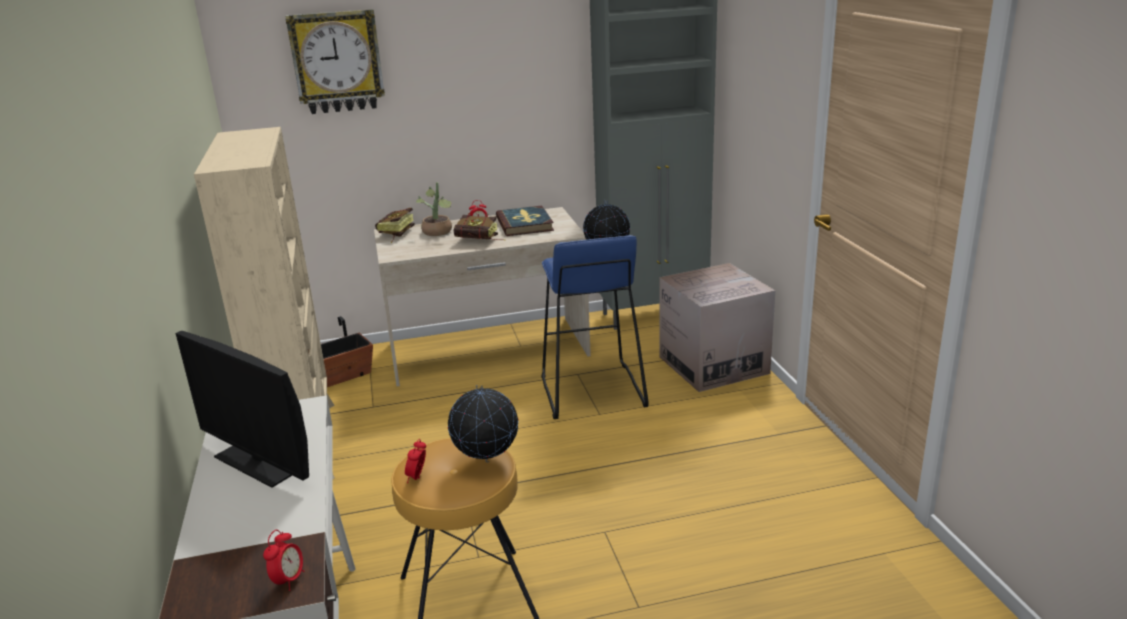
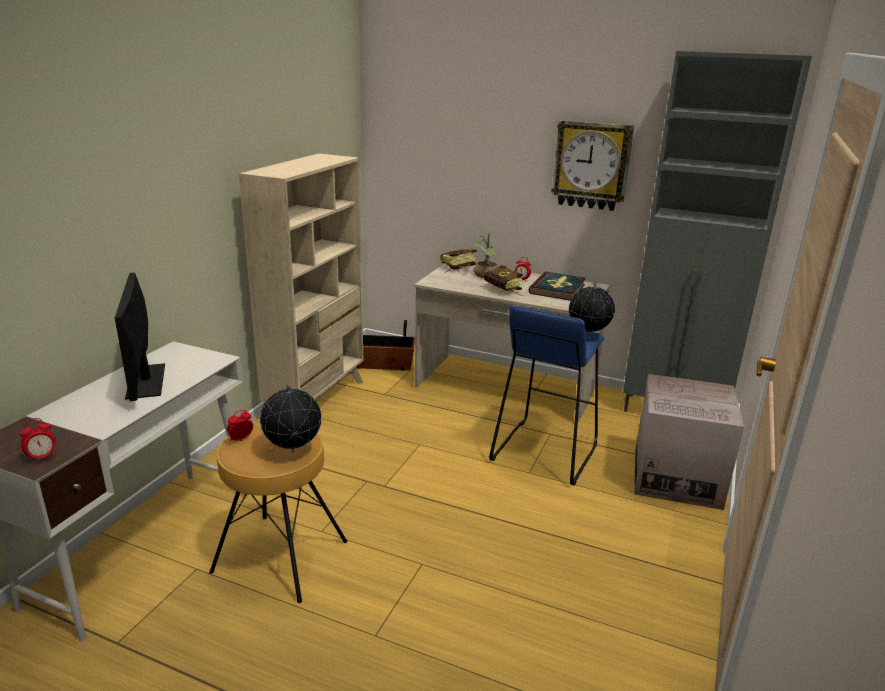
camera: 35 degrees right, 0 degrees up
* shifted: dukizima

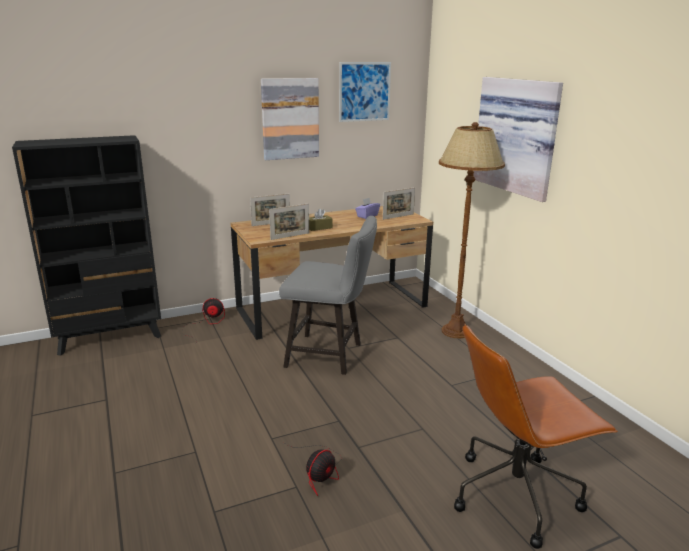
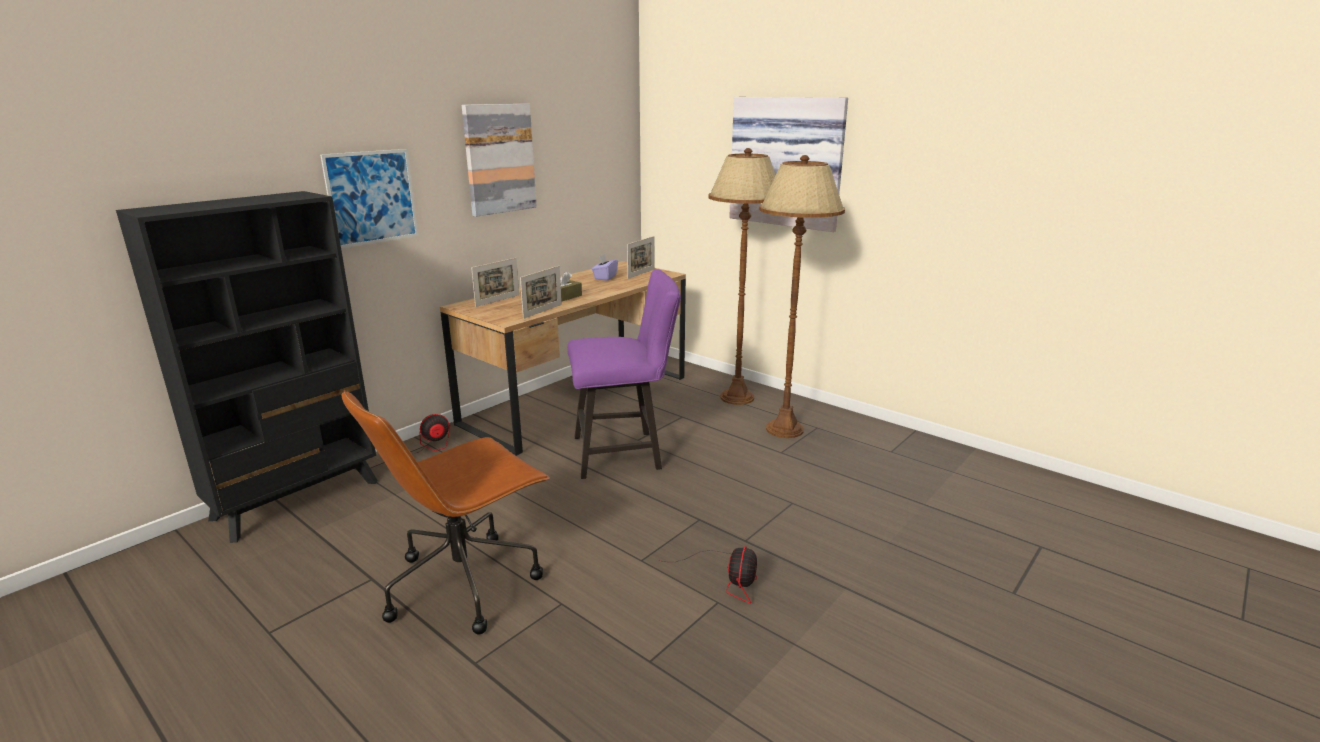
camera: 25 degrees left, 0 degrees up
* shifted: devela (no. 2 from left in the first image) to devela (no. 1 from left)
* shifted: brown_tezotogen
* repainted: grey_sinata to purple_sinata
* new: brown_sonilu (no. 2 from left)

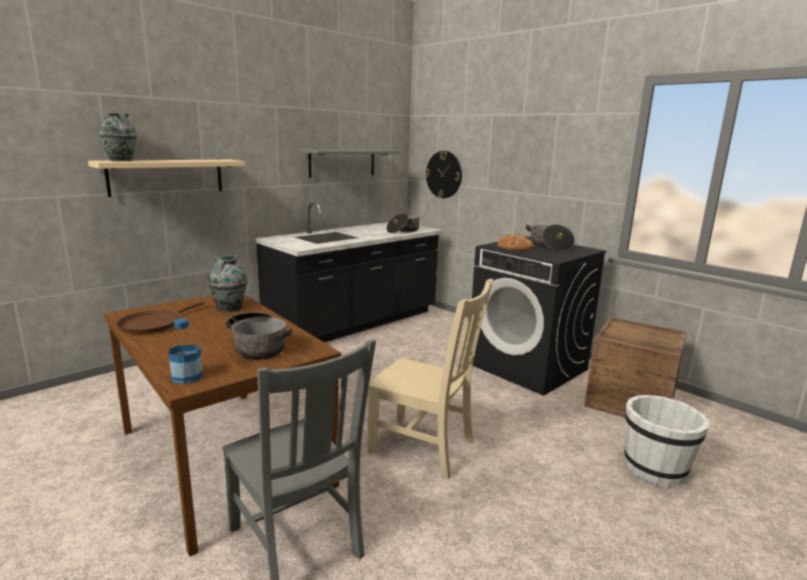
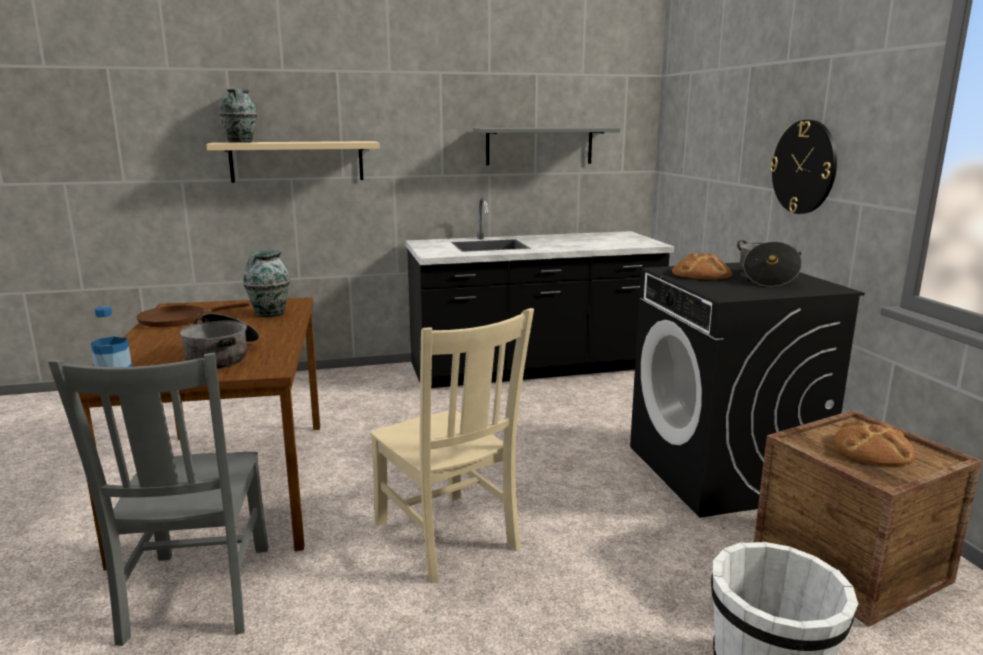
camera: 30 degrees right, 0 degrees up
* shifted: dukizima
* new: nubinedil (no. 2 from left)
* gone: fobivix (no. 2 from left)

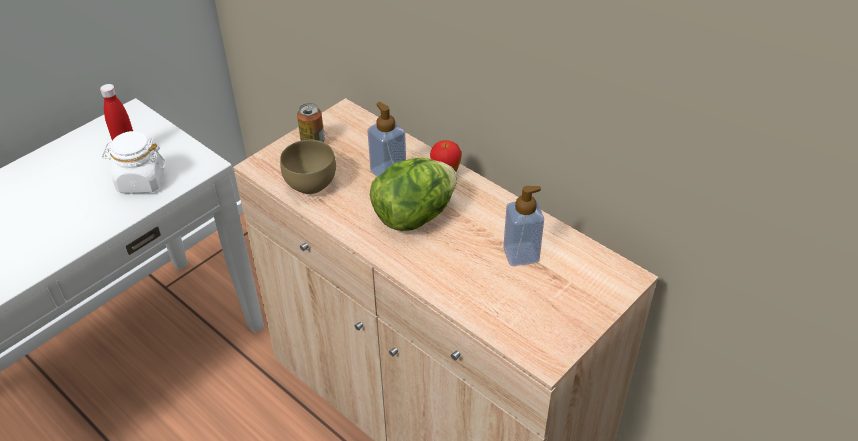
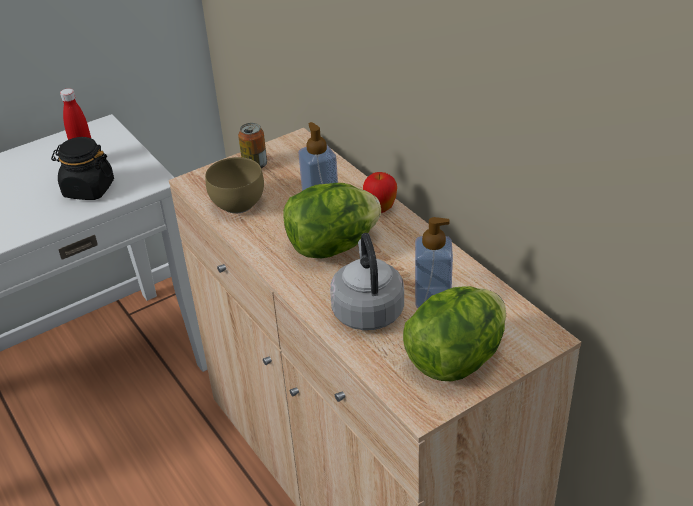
camera: 15 degrees right, 5 degrees down
* repainted: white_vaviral to black_vaviral
* new: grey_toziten
* new: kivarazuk (no. 2 from left)

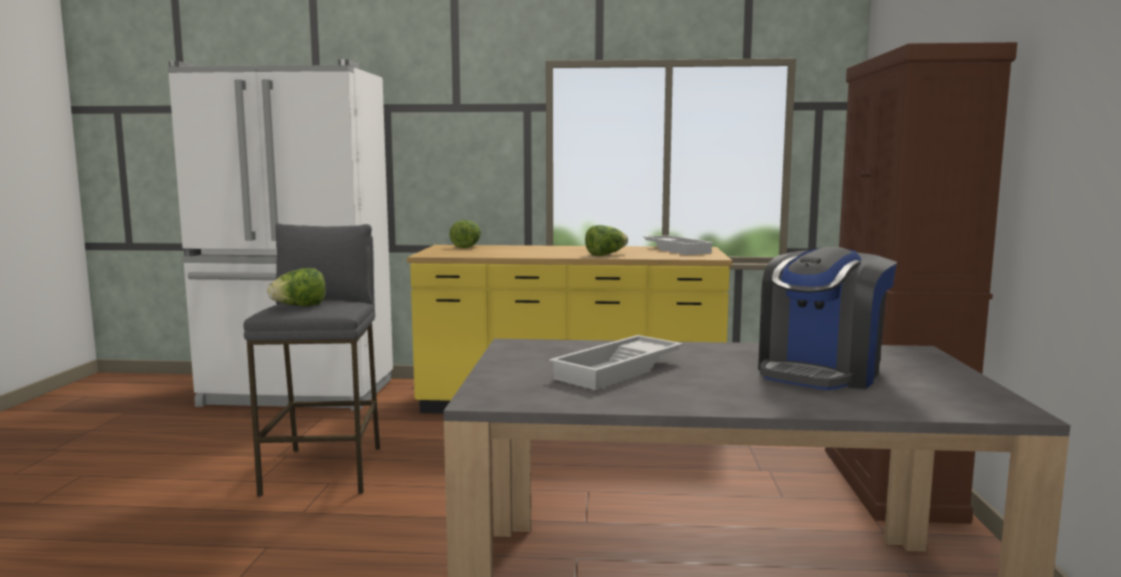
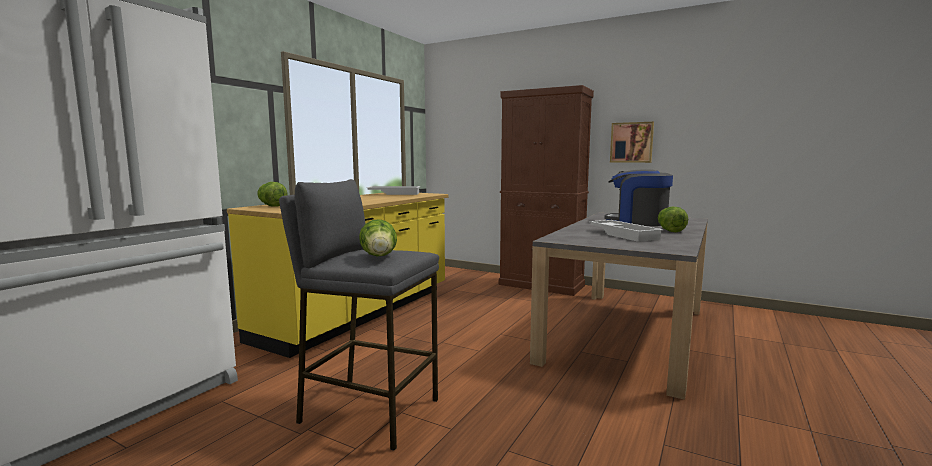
camera: 65 degrees left, 0 degrees up
* rotated: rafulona 150 degrees clockwise
* new: devela
* shifted: kivarazuk (no. 3 from left)

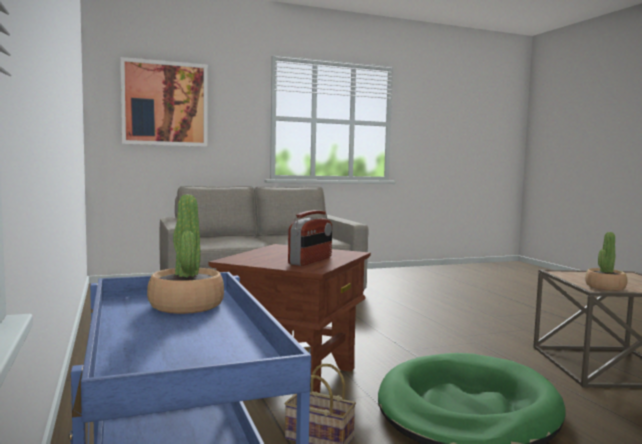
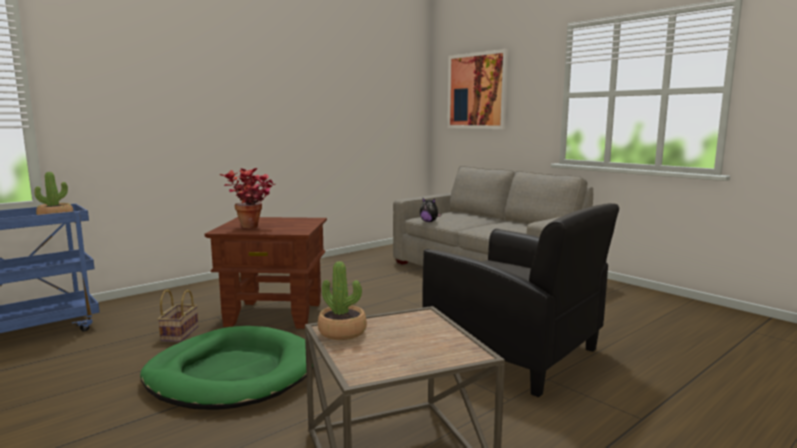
camera: 70 degrees right, 5 degrees up
* swapped: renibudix to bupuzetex (no. 2 from left)
* new: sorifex
* new: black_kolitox

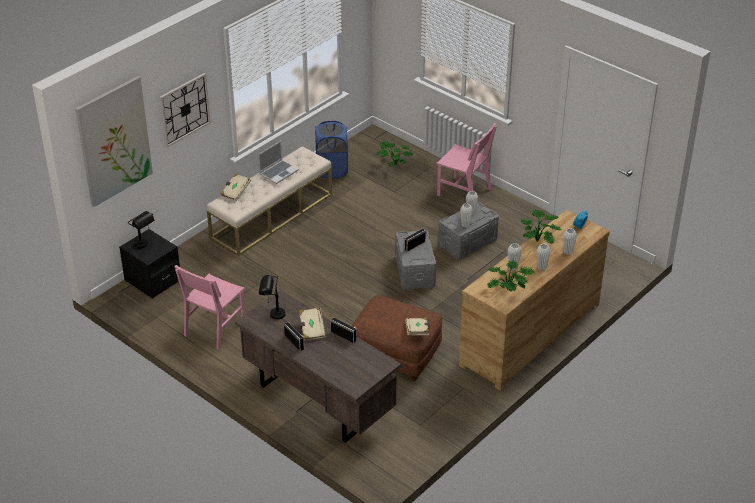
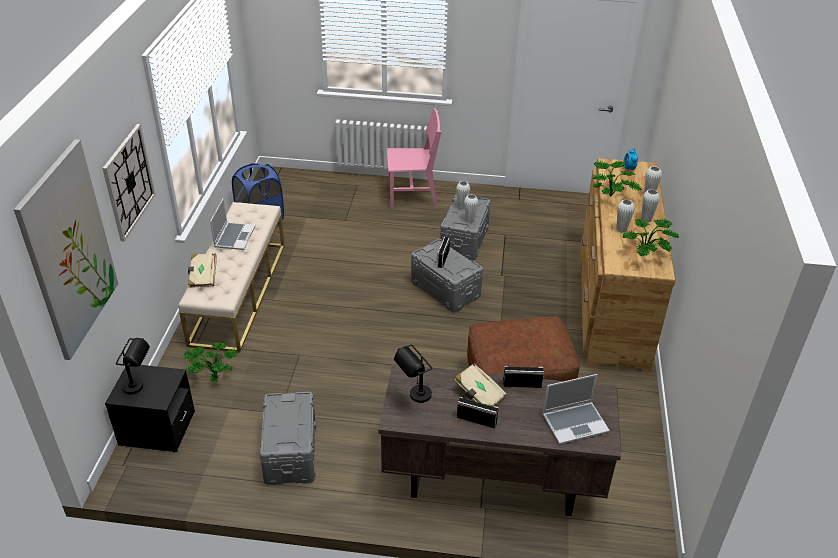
camera: 35 degrees left, 0 degrees up
* shifted: bupuzetex (no. 1 from left)
* swapped: pink_sinata (no. 1 from left) to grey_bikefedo (no. 1 from left)
* new: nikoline (no. 2 from left)
* gone: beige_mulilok (no. 3 from left)

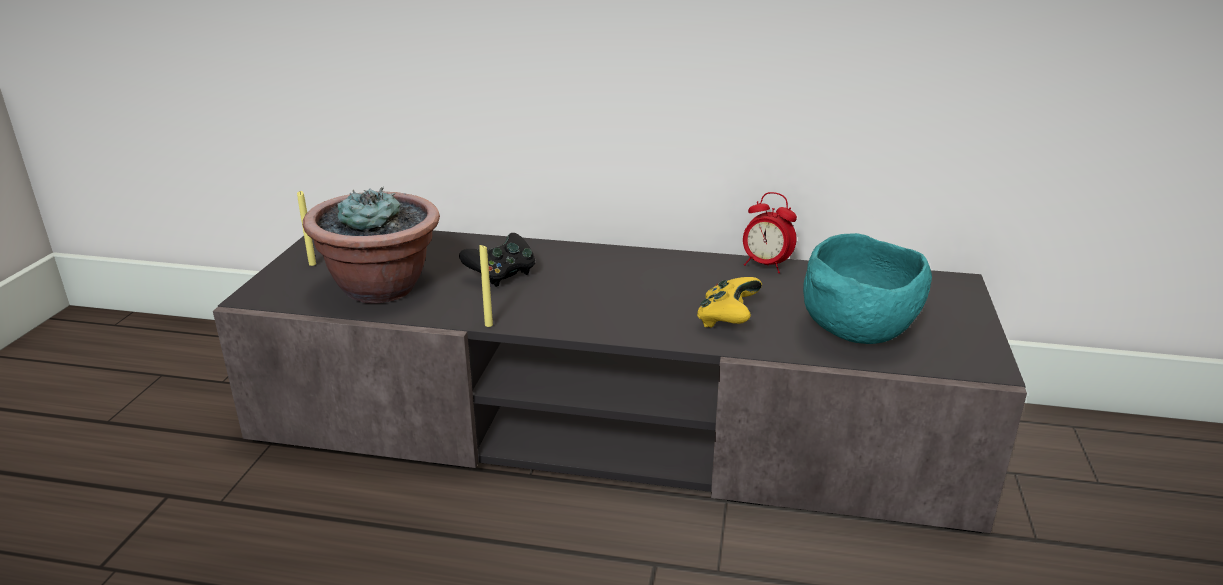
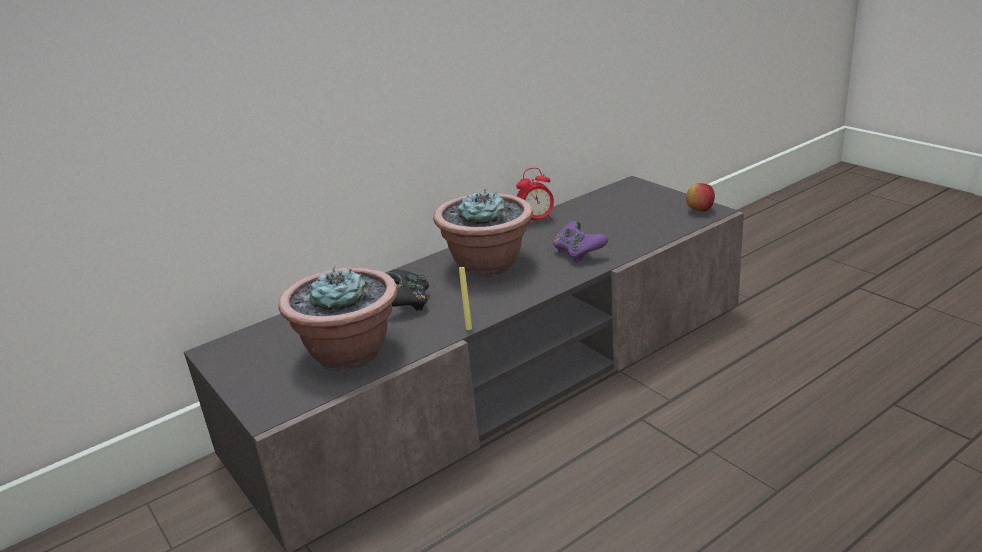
camera: 45 degrees left, 0 degrees up
* new: bupuzetex (no. 2 from left)
* repainted: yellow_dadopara to purple_dadopara
* new: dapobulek
* gone: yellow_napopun (no. 1 from left)
* gone: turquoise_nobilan

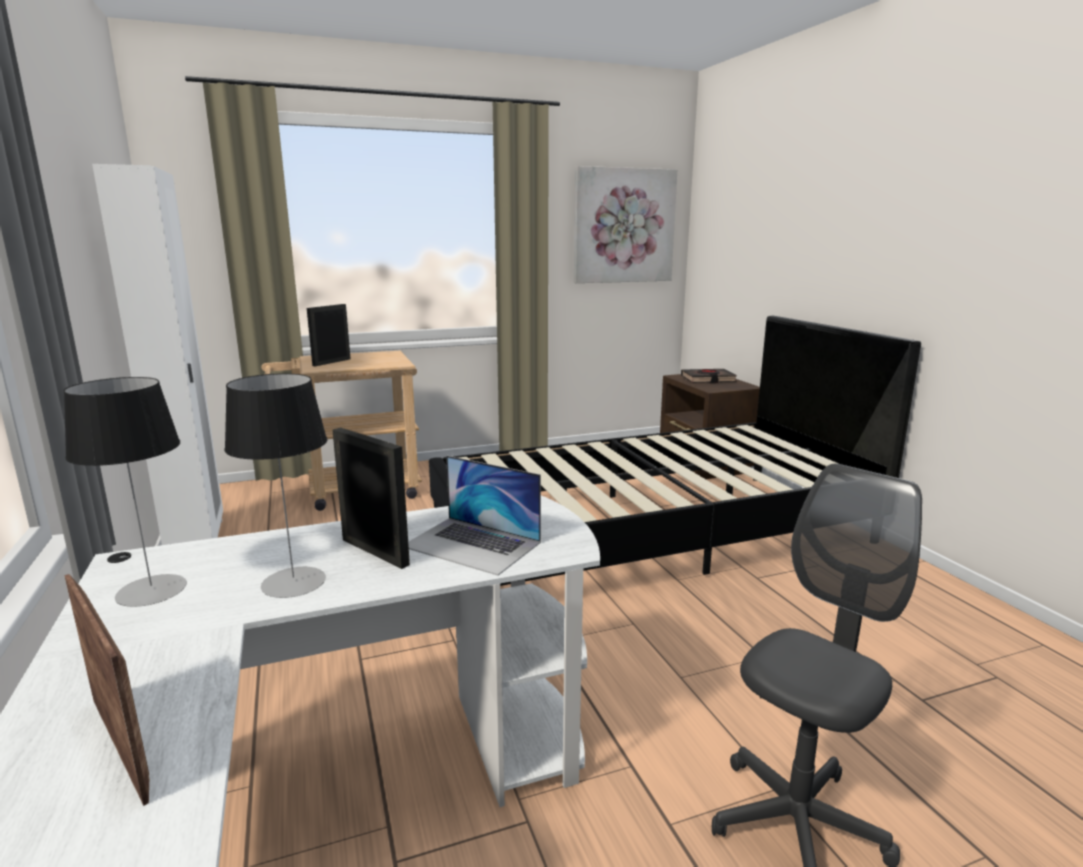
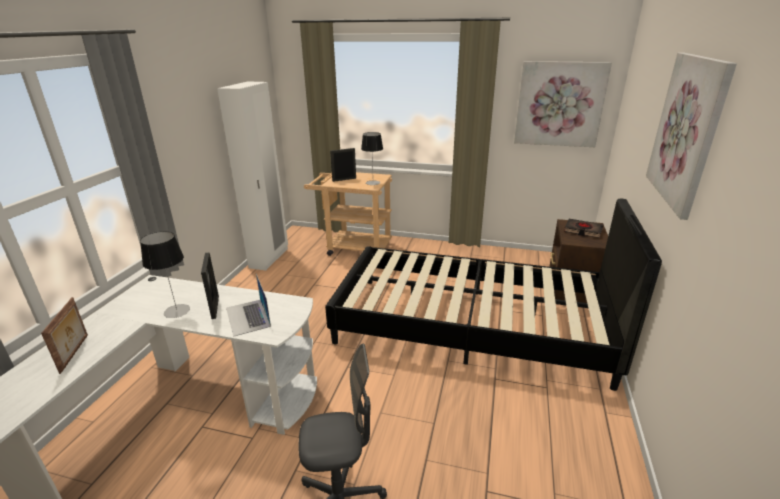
camera: 35 degrees right, 10 degrees up
* shifted: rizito (no. 1 from left in the first image) to rizito (no. 2 from left)
* new: devela (no. 2 from left)

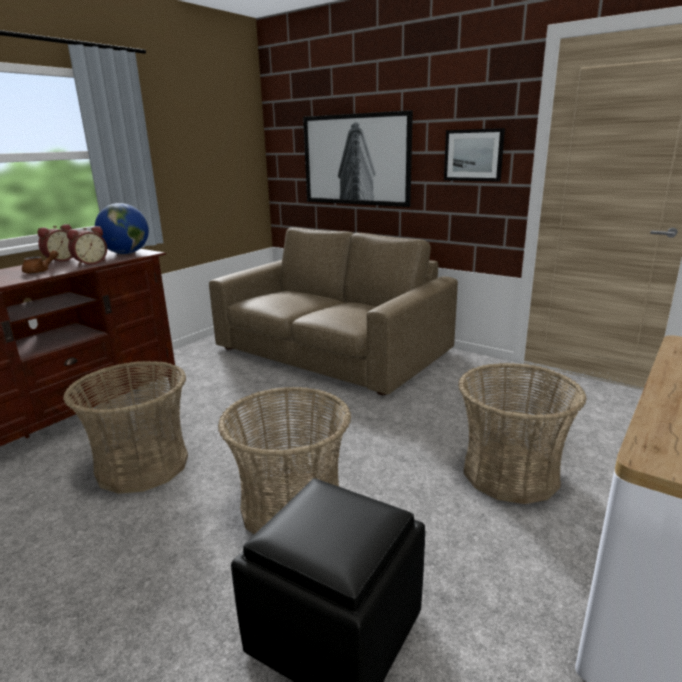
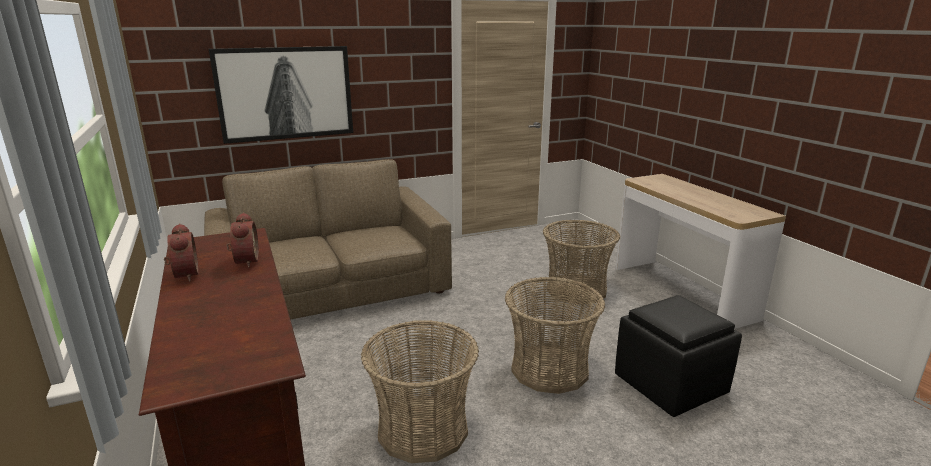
camera: 60 degrees left, 0 degrees up
* gone: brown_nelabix
* gone: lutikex
* gone: devela (no. 2 from left)

